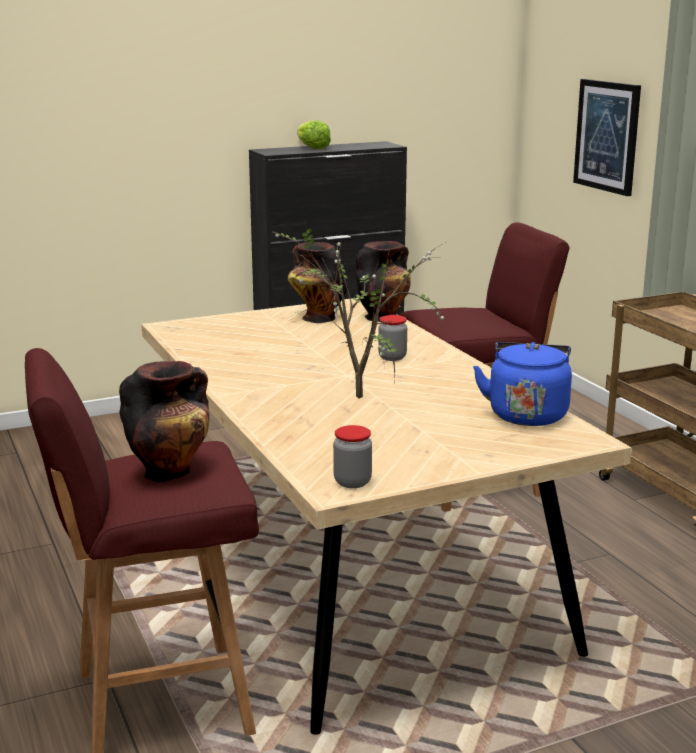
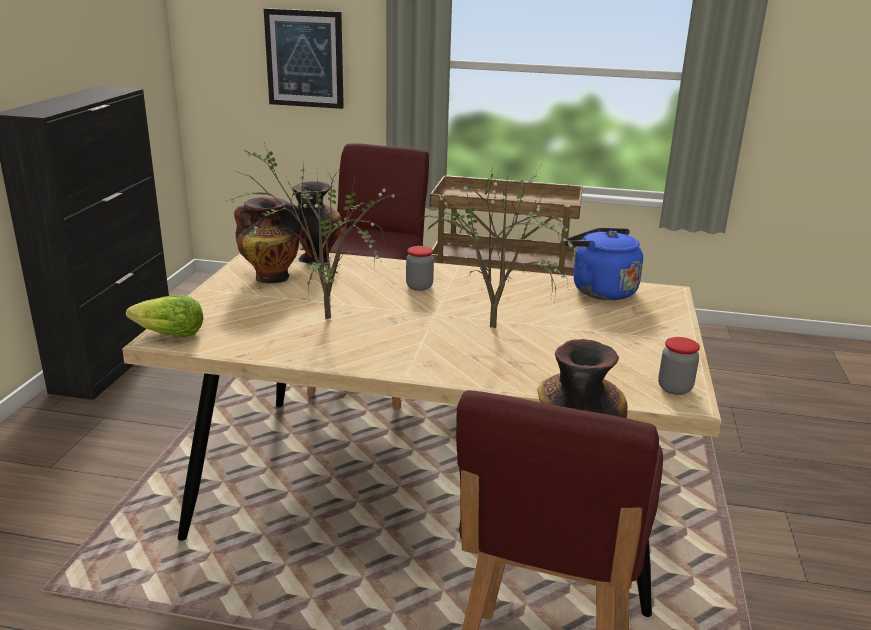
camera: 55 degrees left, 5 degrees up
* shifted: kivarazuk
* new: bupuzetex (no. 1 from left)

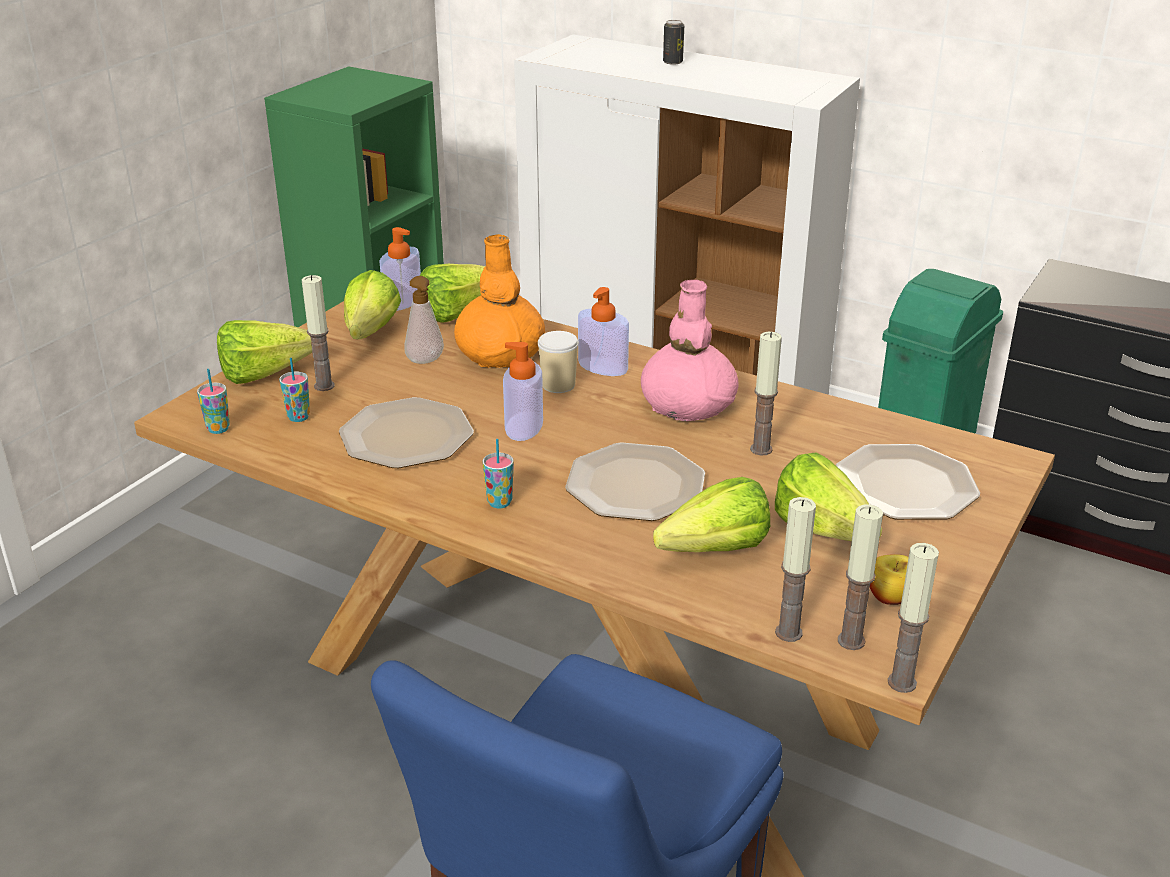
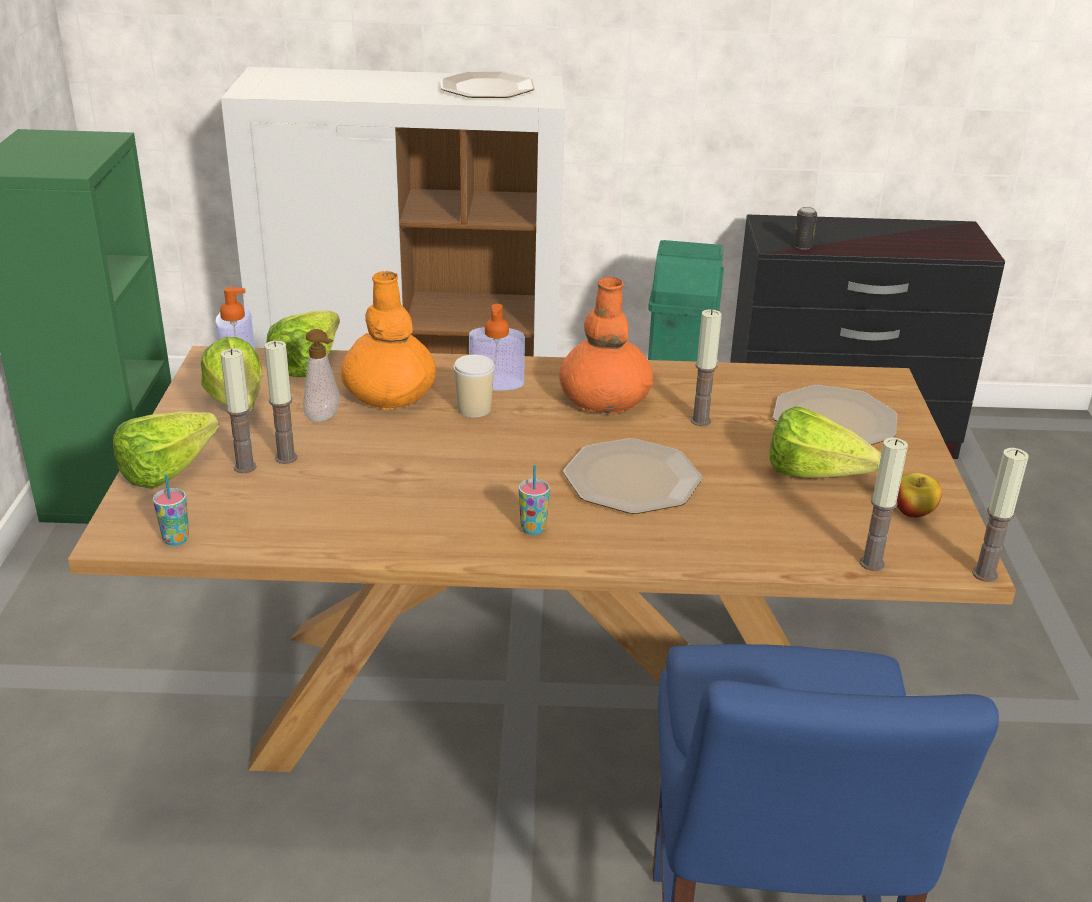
camera: 30 degrees left, 0 degrees up
* shifted: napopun (no. 4 from left in the first image) to napopun (no. 2 from left)
* shifted: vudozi (no. 1 from left)
* repainted: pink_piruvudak to orange_piruvudak (no. 2 from left)
* shifted: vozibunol
* gone: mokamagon (no. 2 from left)
* gone: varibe (no. 3 from left)
* gone: kivarazuk (no. 4 from left)

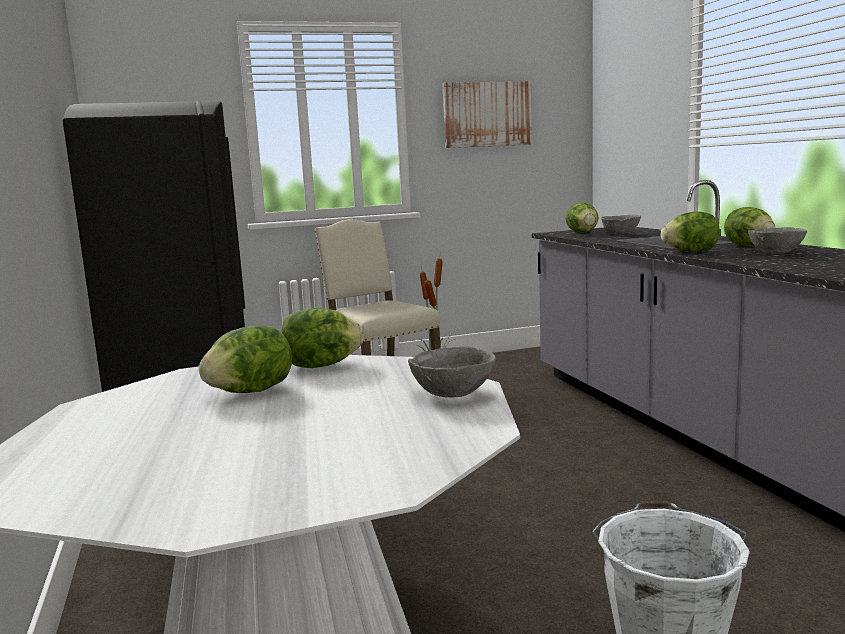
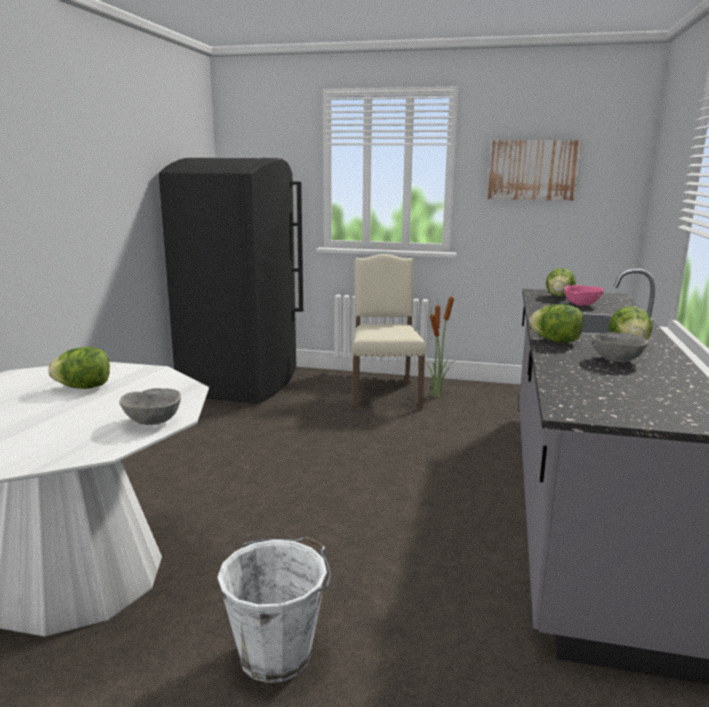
camera: 30 degrees right, 5 degrees up
* repainted: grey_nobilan (no. 2 from left) to pink_nobilan
* gone: kivarazuk (no. 2 from left)

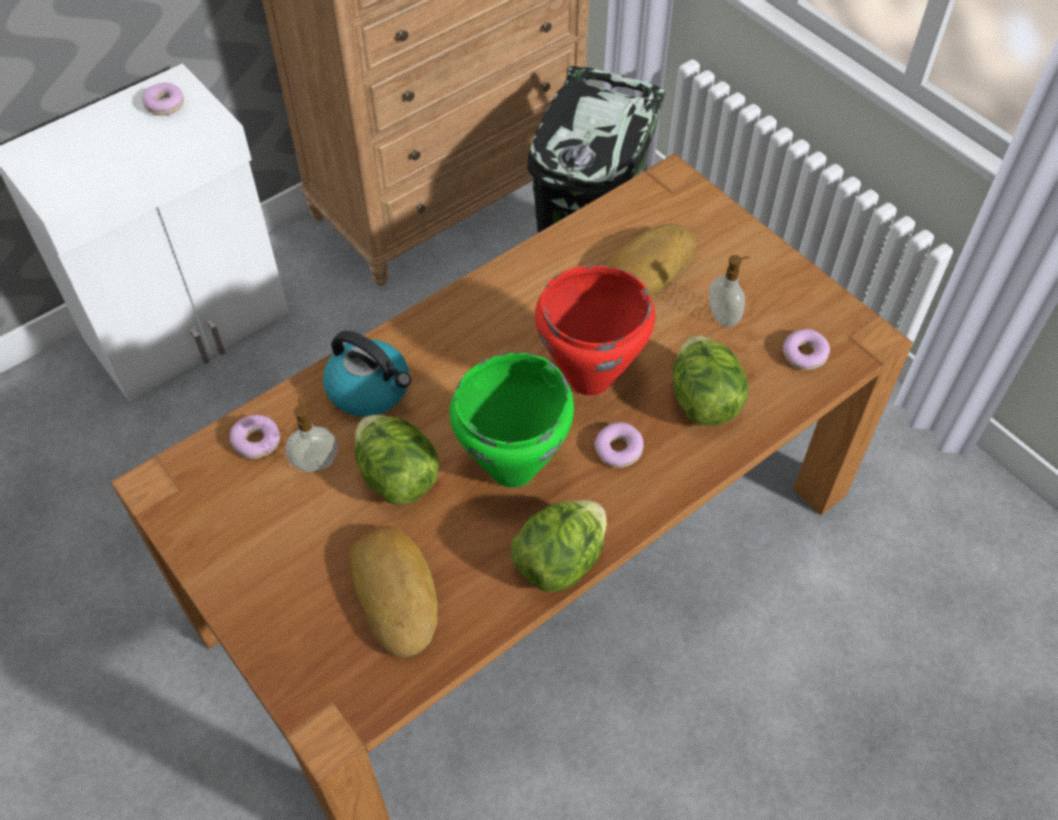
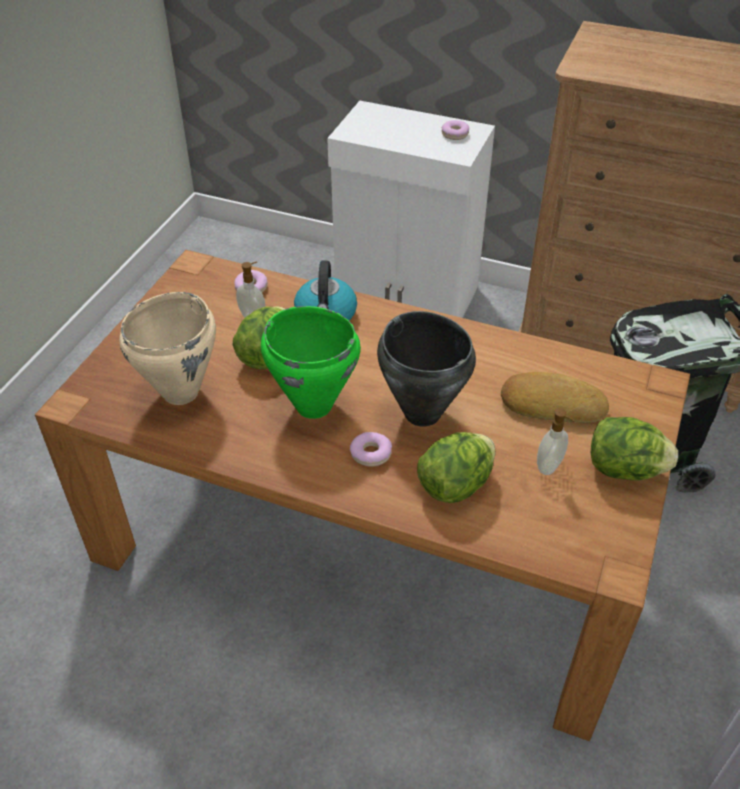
camera: 60 degrees right, 10 degrees down
* swapped: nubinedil (no. 1 from left) to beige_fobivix
* repainted: red_fobivix to black_fobivix
* shifted: kivarazuk (no. 2 from left in the first image) to kivarazuk (no. 3 from left)
* gone: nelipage (no. 4 from left)

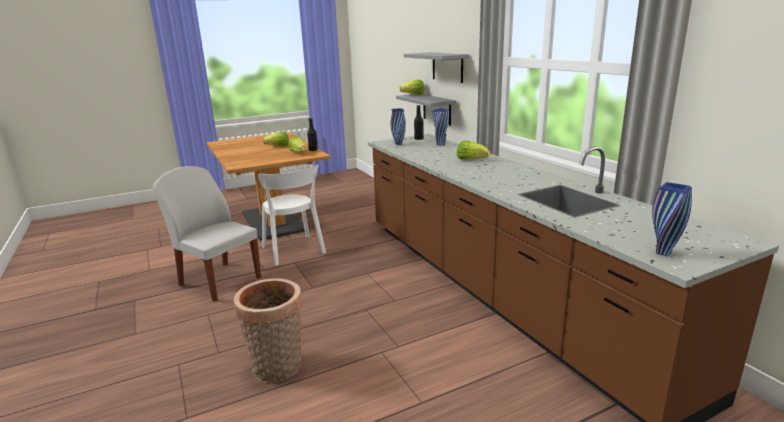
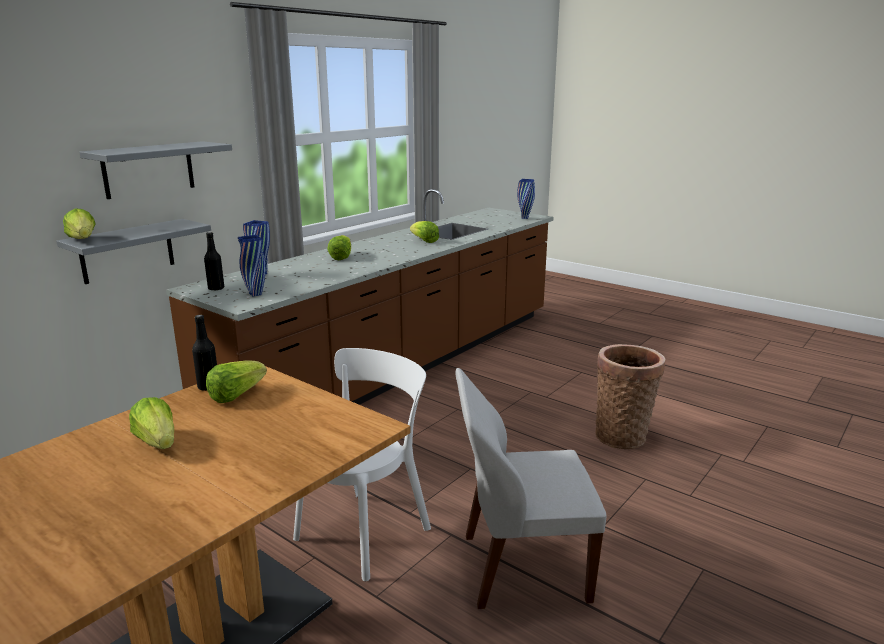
camera: 115 degrees left, 0 degrees up
* new: kivarazuk (no. 5 from left)
* rotated: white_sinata (no. 1 from left in the first image) 75 degrees clockwise

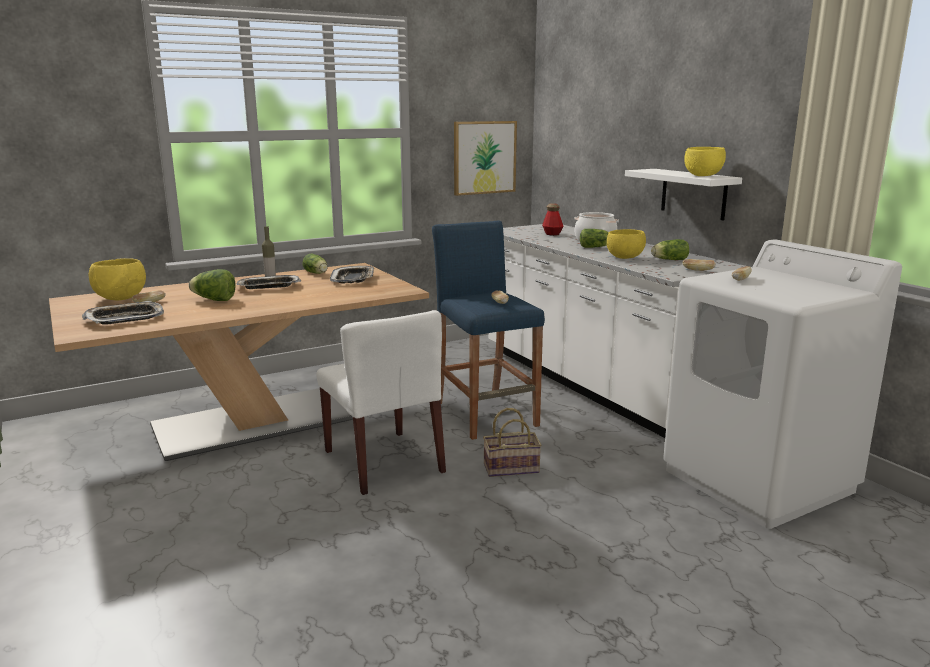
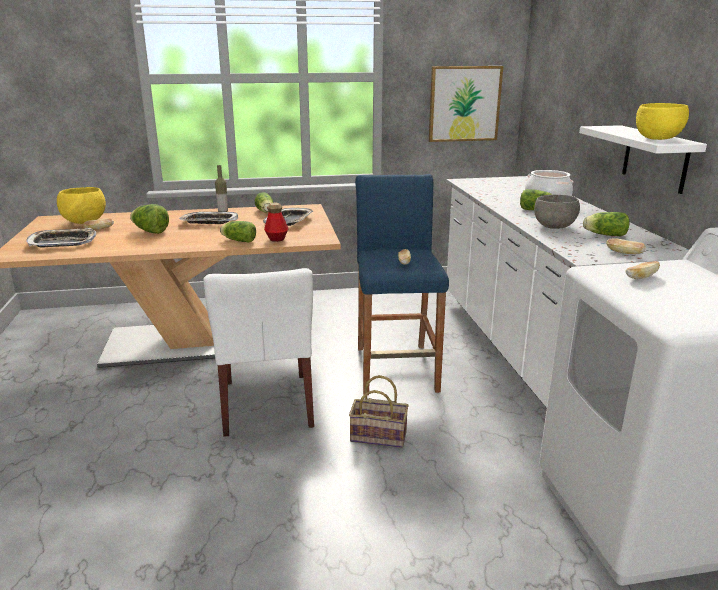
camera: 20 degrees right, 5 degrees up
* new: kivarazuk (no. 2 from left)
* shifted: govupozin (no. 2 from left)
* repainted: yellow_nobilan (no. 2 from left) to grey_nobilan

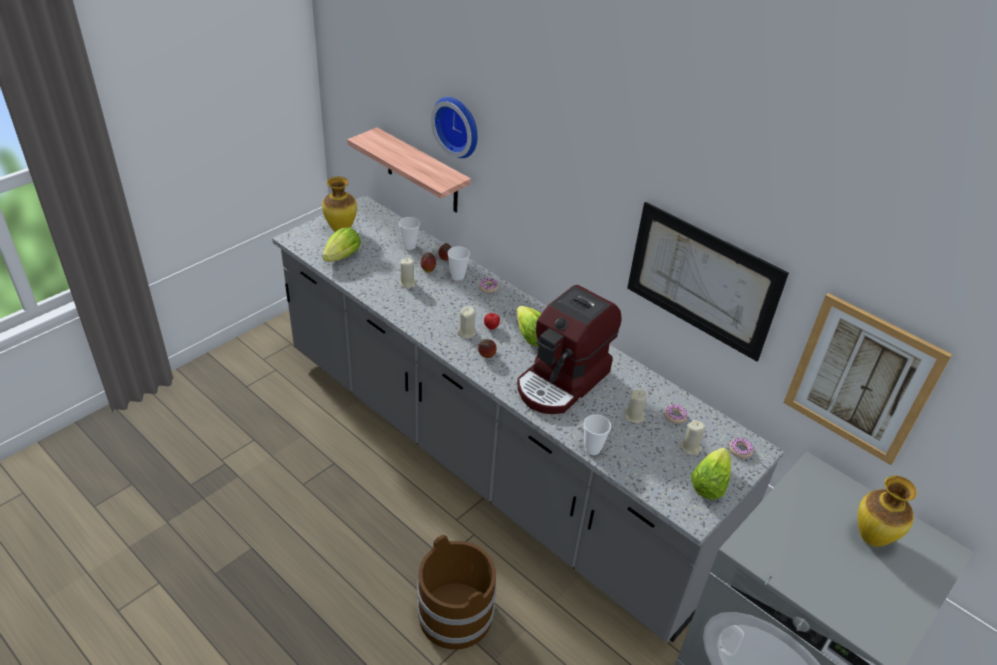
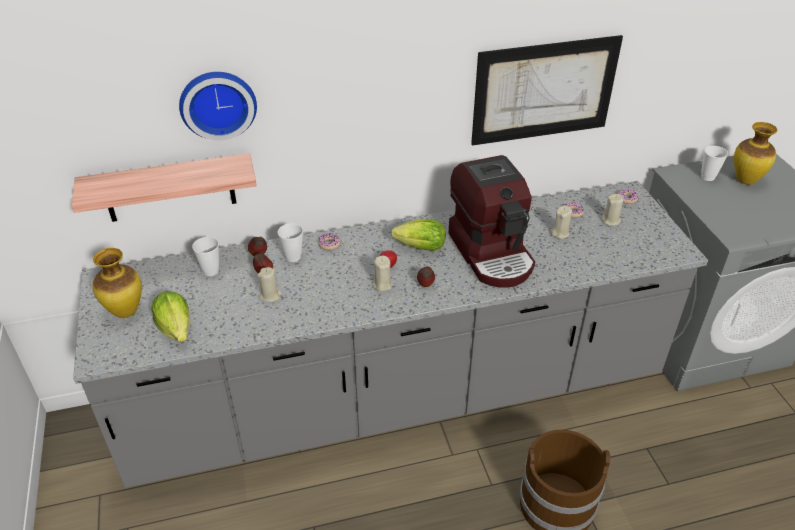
camera: 55 degrees left, 0 degrees up
* shifted: mokamagon (no. 3 from left)
* gone: kivarazuk (no. 3 from left)
* gone: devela (no. 2 from left)

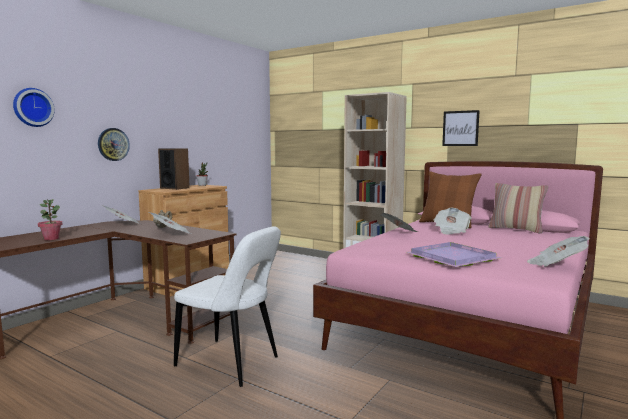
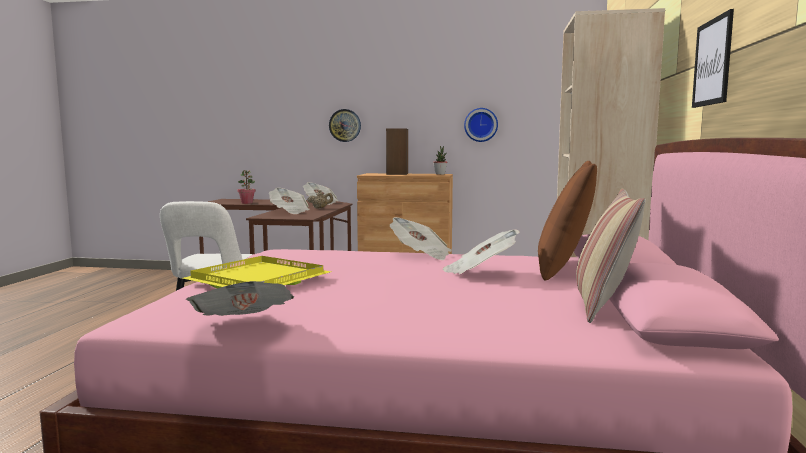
camera: 65 degrees right, 0 degrees up
* repainted: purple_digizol to yellow_digizol
* shifted: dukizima (no. 1 from left in the first image) to dukizima (no. 2 from left)

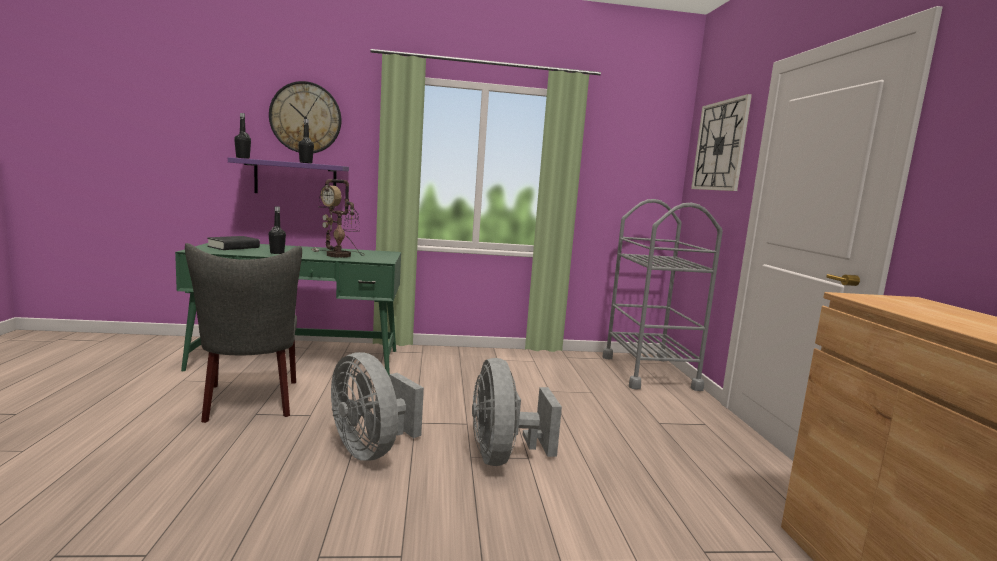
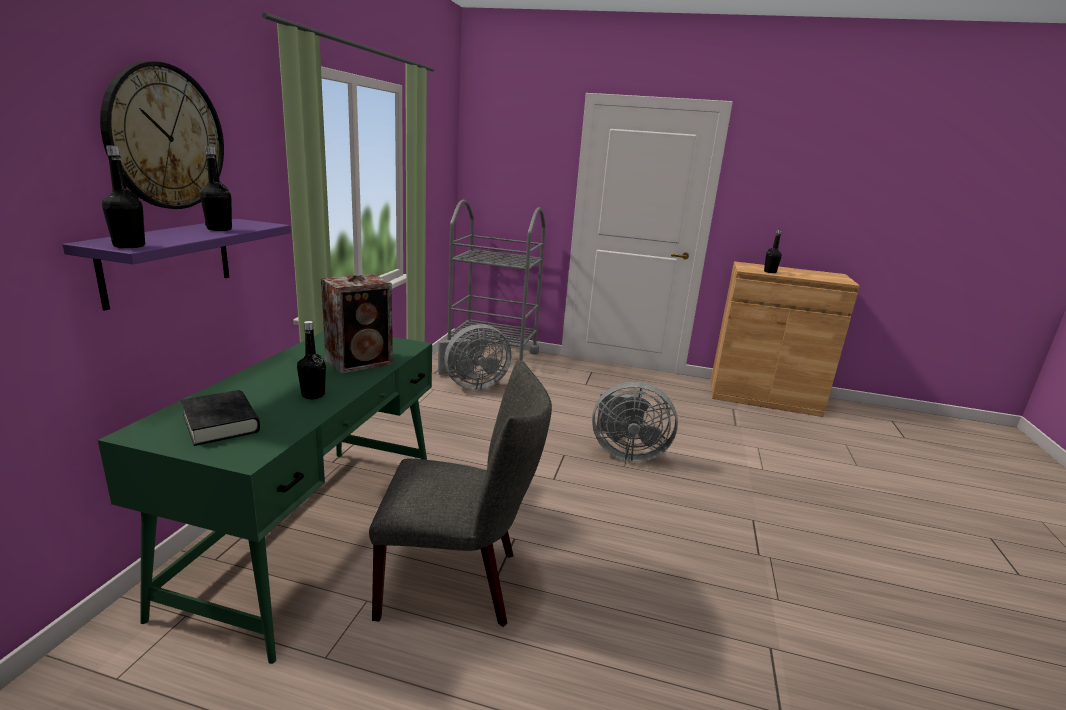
camera: 70 degrees left, 10 degrees up
* swapped: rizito to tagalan
* shifted: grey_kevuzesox (no. 1 from left)
* new: black_govupozin (no. 4 from left)
* gone: dukizima (no. 2 from left)

